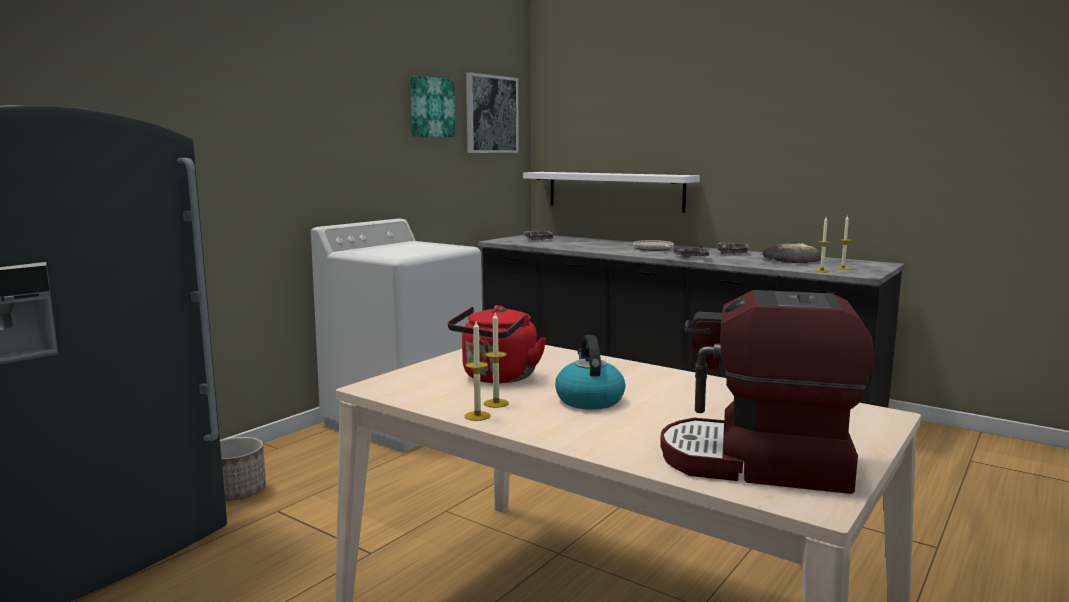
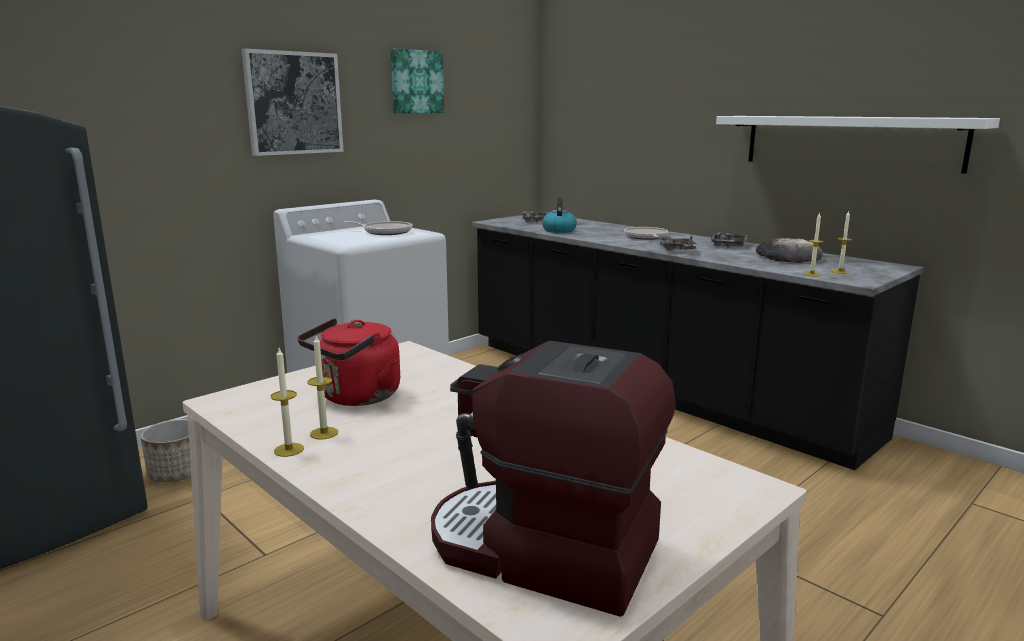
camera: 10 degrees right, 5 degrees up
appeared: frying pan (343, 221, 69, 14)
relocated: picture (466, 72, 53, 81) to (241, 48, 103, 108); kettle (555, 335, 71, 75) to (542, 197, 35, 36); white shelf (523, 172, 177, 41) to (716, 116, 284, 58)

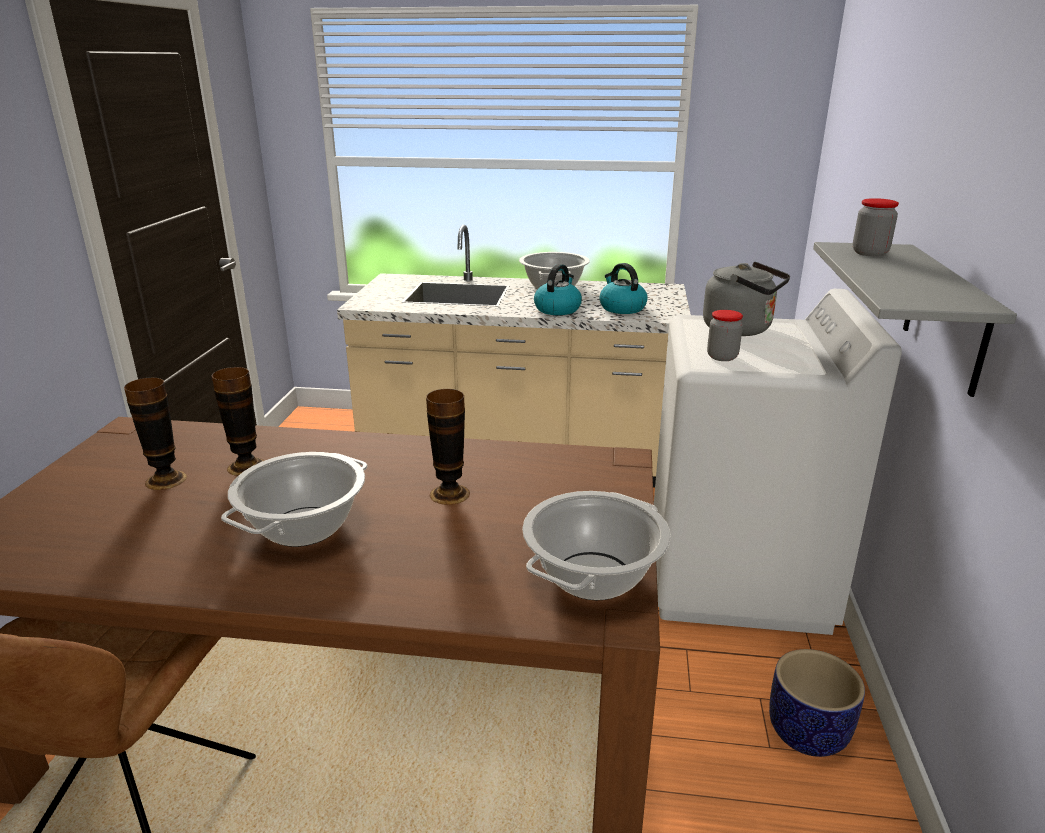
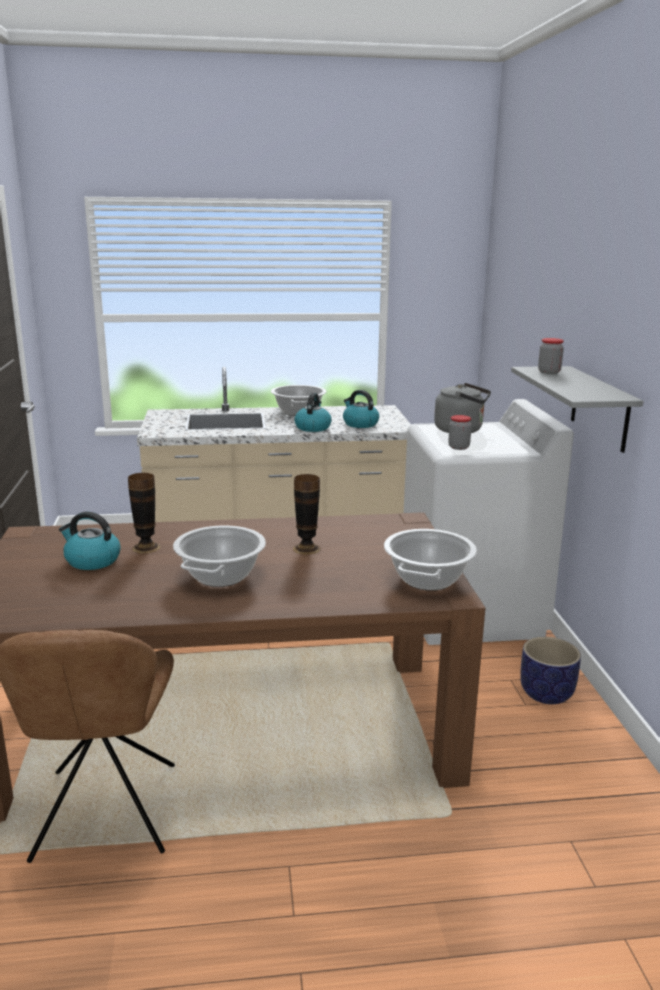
camera: 15 degrees left, 5 degrees down
exchanged: vase (124, 378, 63, 112) to kettle (59, 512, 62, 58)

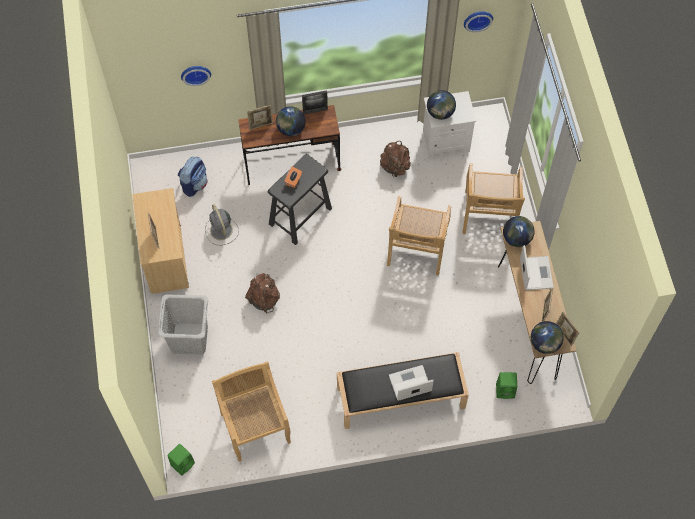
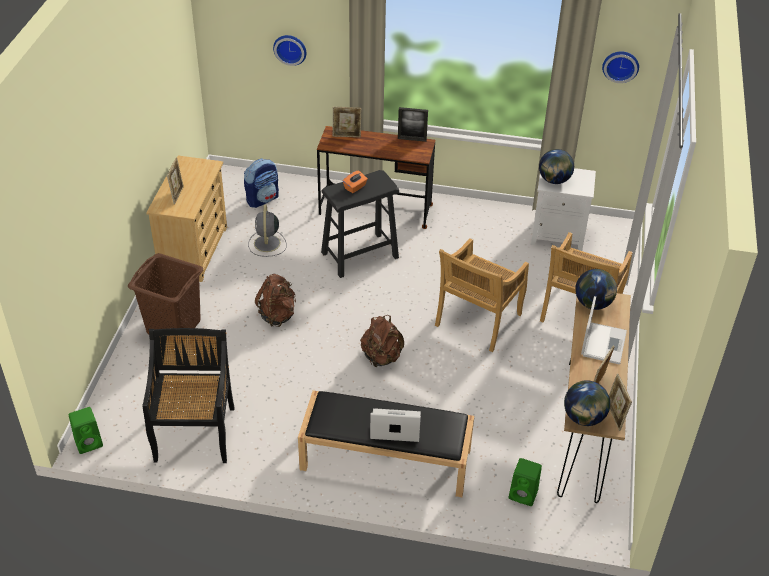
camera: 20 degrees right, 20 degrees down
missing: globe (276, 106, 30, 30)
relocated: brown backpack (380, 141, 31, 37) to (360, 315, 44, 52)
colour: grey laundry basket (158, 294, 50, 61) to brown laundry basket (128, 253, 75, 82); beige chair (212, 361, 79, 101) to black chair (142, 328, 93, 135)

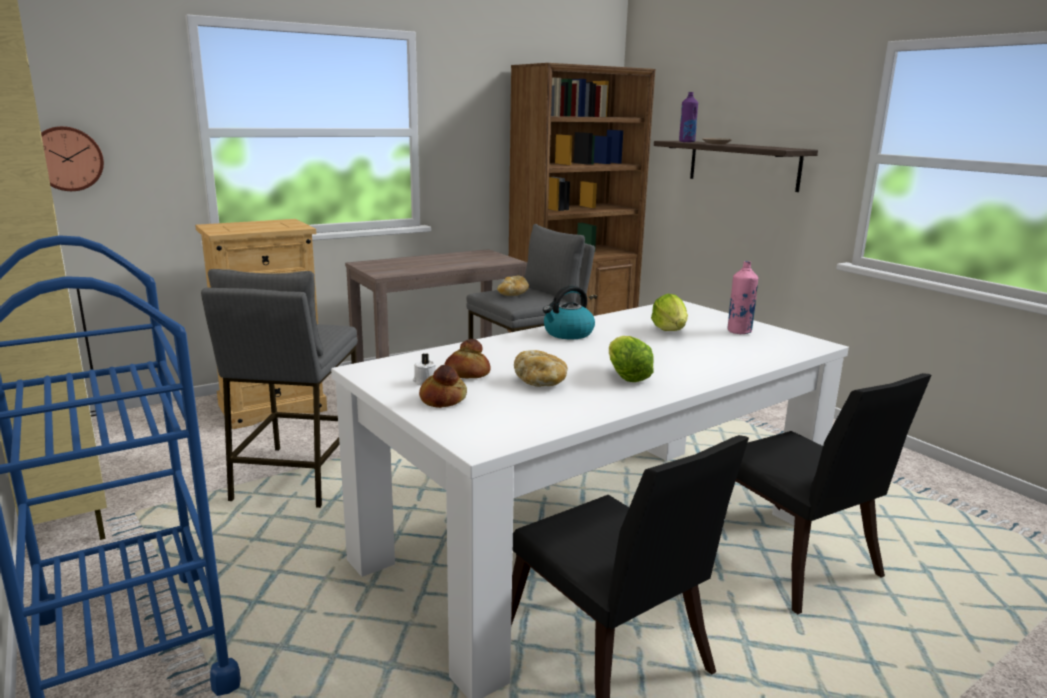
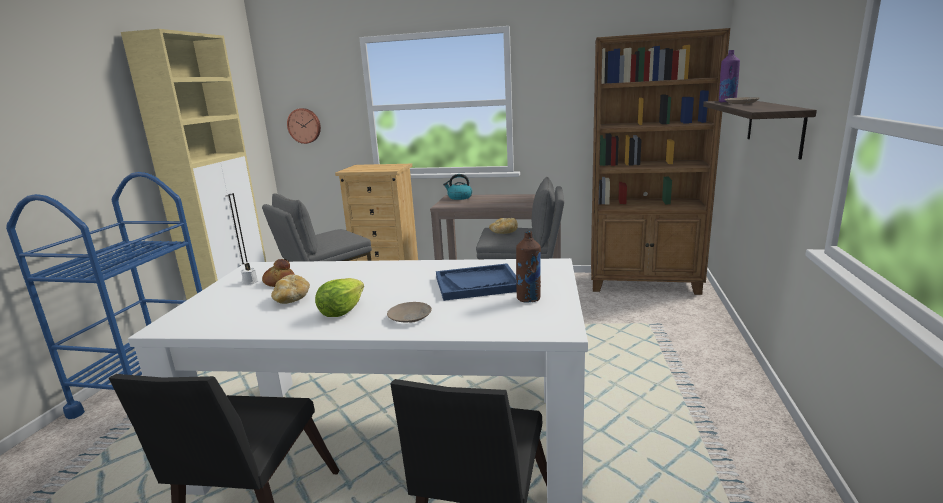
camera: 45 degrees right, 0 degrees up
missing: bread (419, 365, 48, 43)
appeared: beige plate (387, 302, 45, 20)
relocated: kettle (543, 286, 52, 53) to (443, 174, 29, 26)
exchanged: lettuce (651, 294, 37, 37) to blue tray (436, 263, 81, 38)
colour: pink bottle (728, 261, 30, 73) to brown bottle (516, 231, 25, 72)

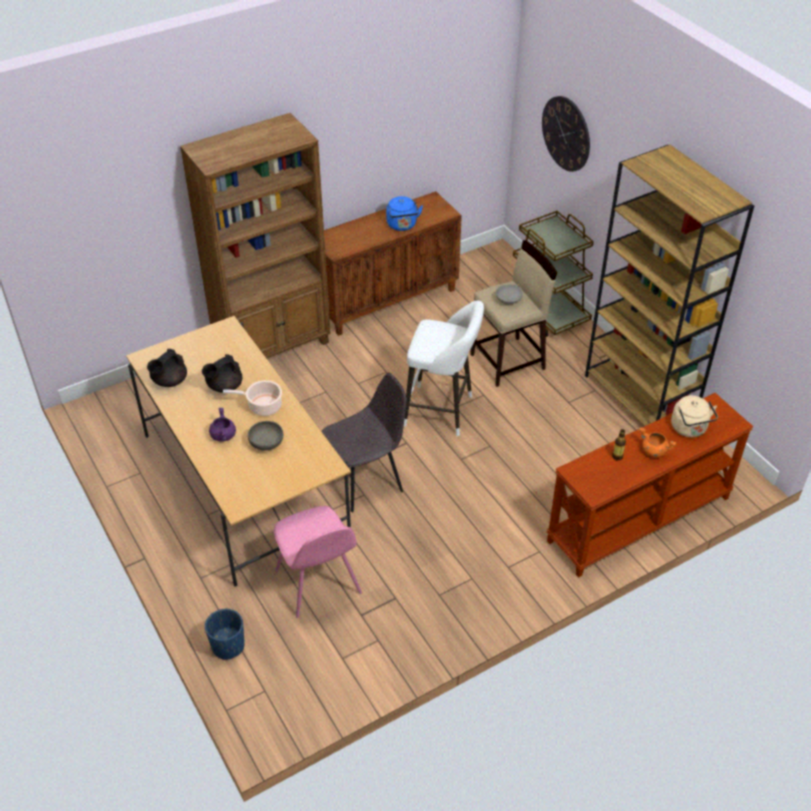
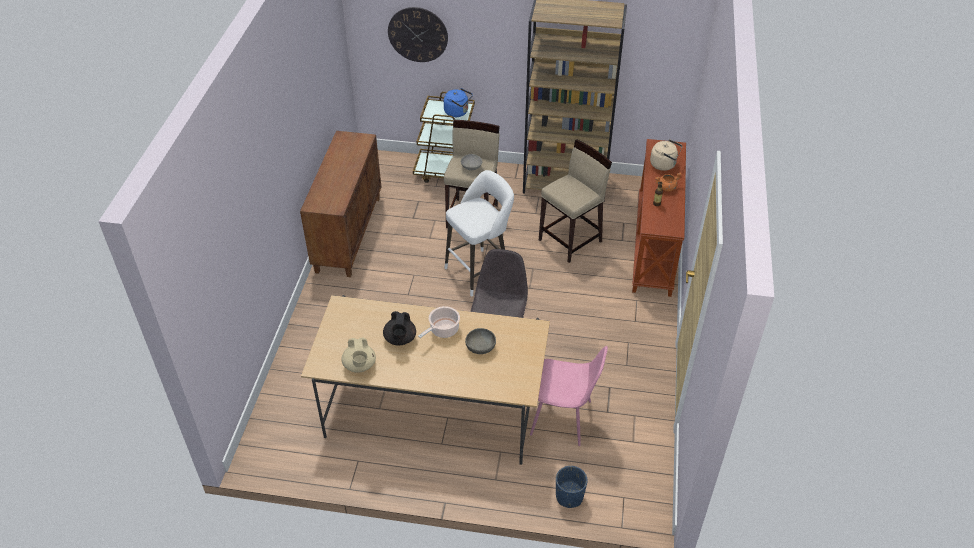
camera: 50 degrees left, 0 degrees up
missing: brown bookcase (180, 113, 151, 245); purple cooking pot (209, 408, 27, 34)
appeared: beige stool (539, 140, 73, 123)
relocated: blue kettle (386, 196, 37, 35) to (444, 88, 29, 29)
colour: black teapot (147, 349, 40, 38) to beige teapot (341, 337, 35, 36)

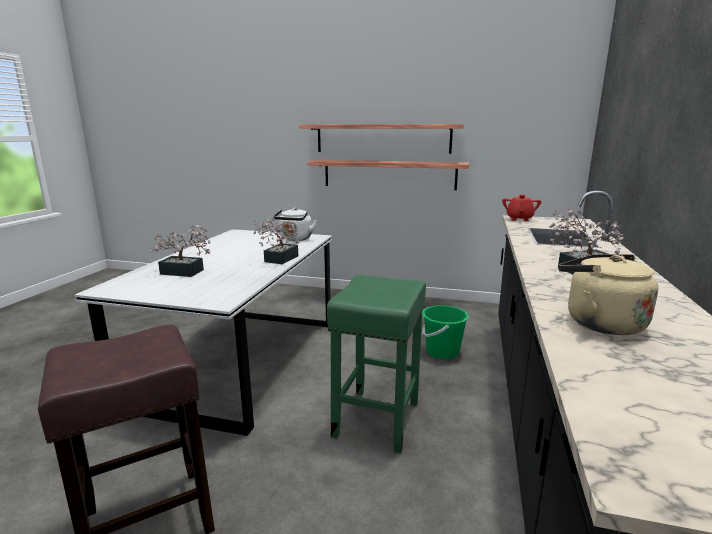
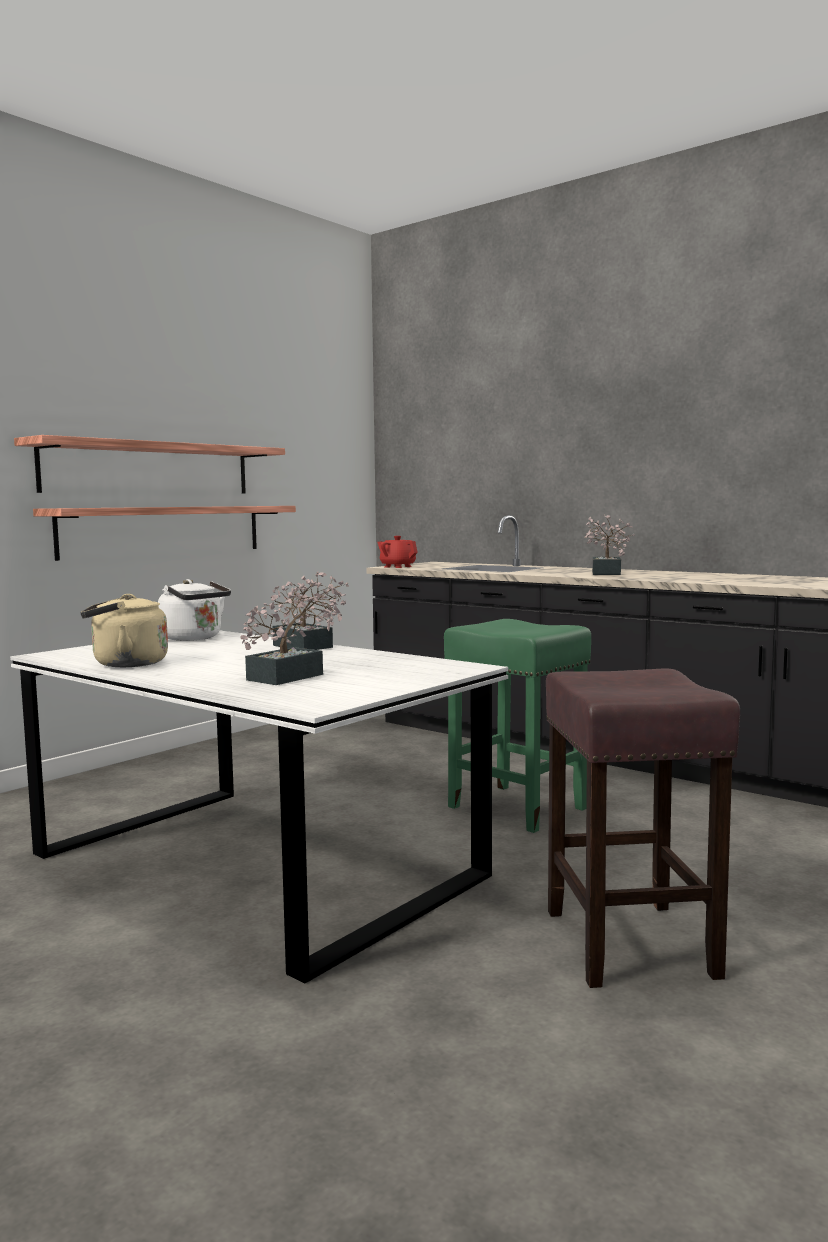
camera: 65 degrees left, 10 degrees down
missing: green bucket (422, 305, 47, 54)
relocated: beige kettle (559, 254, 99, 81) to (80, 594, 88, 73)

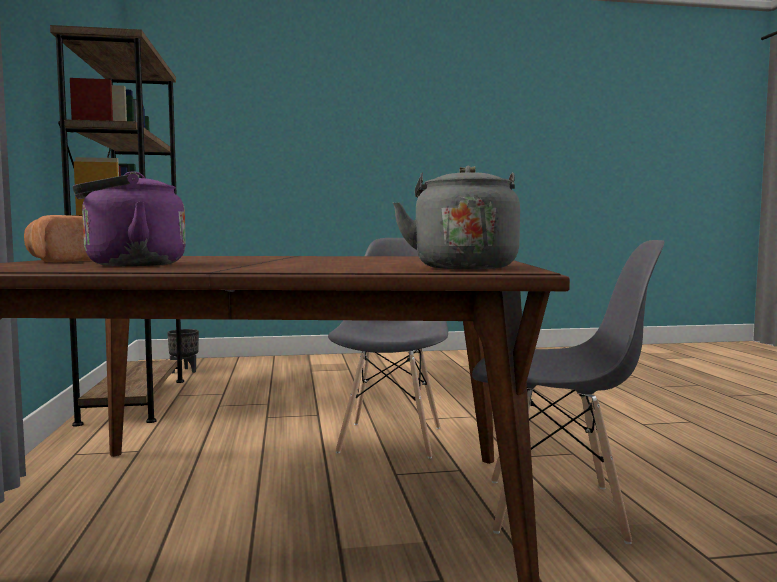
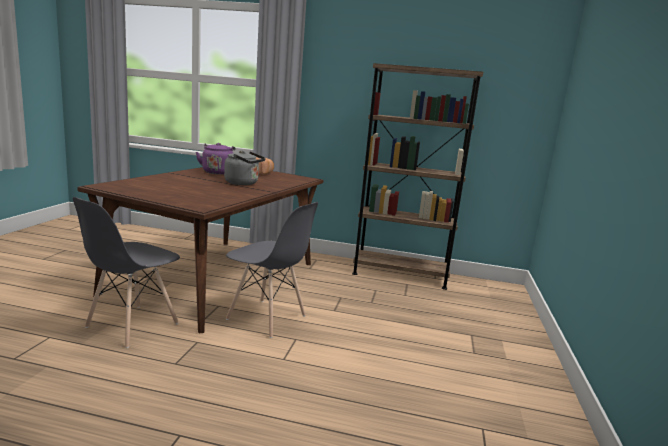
camera: 110 degrees right, 10 degrees up
missing: black planter (167, 329, 32, 45)
relocated: grey kettle (392, 166, 128, 103) to (224, 151, 42, 34)

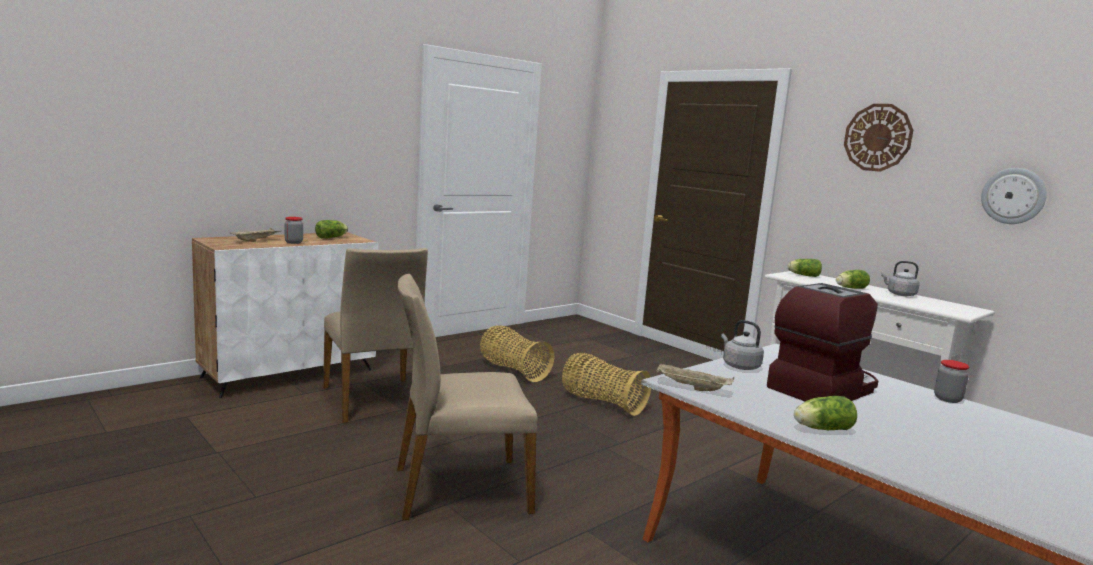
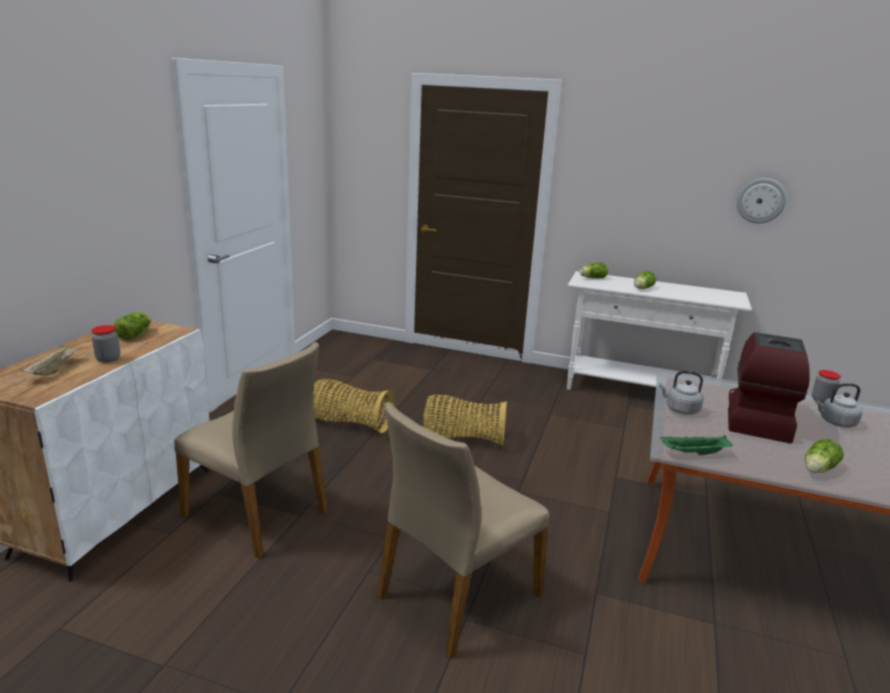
camera: 30 degrees left, 10 degrees up
missing: wall clock (844, 104, 69, 68)
relocated: grey kettle (881, 261, 39, 35) to (815, 383, 48, 45)
colour: beige tray (657, 363, 77, 28) to green tray (660, 436, 72, 19)

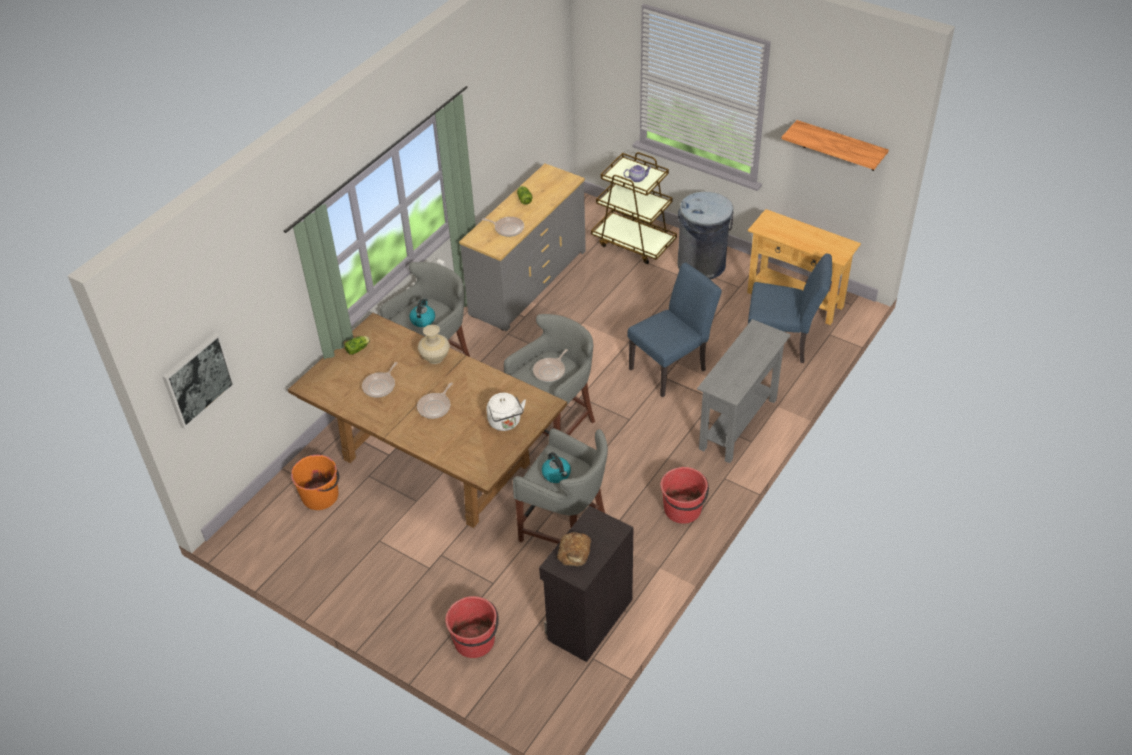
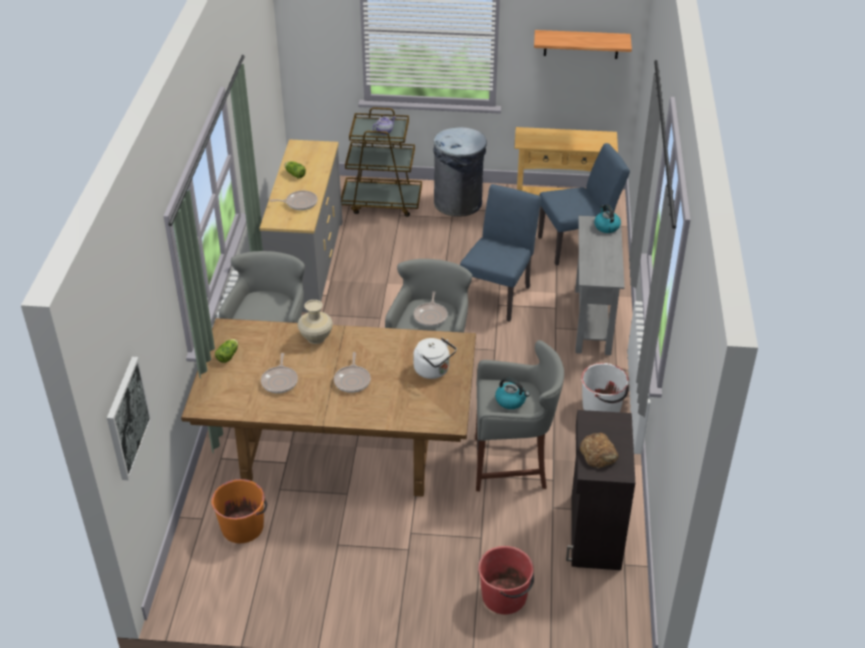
camera: 30 degrees left, 5 degrees down
relocated: kettle (409, 298, 26, 29) to (594, 204, 27, 29)
colour: red bucket (661, 467, 48, 57) to white bucket (581, 363, 48, 49)

